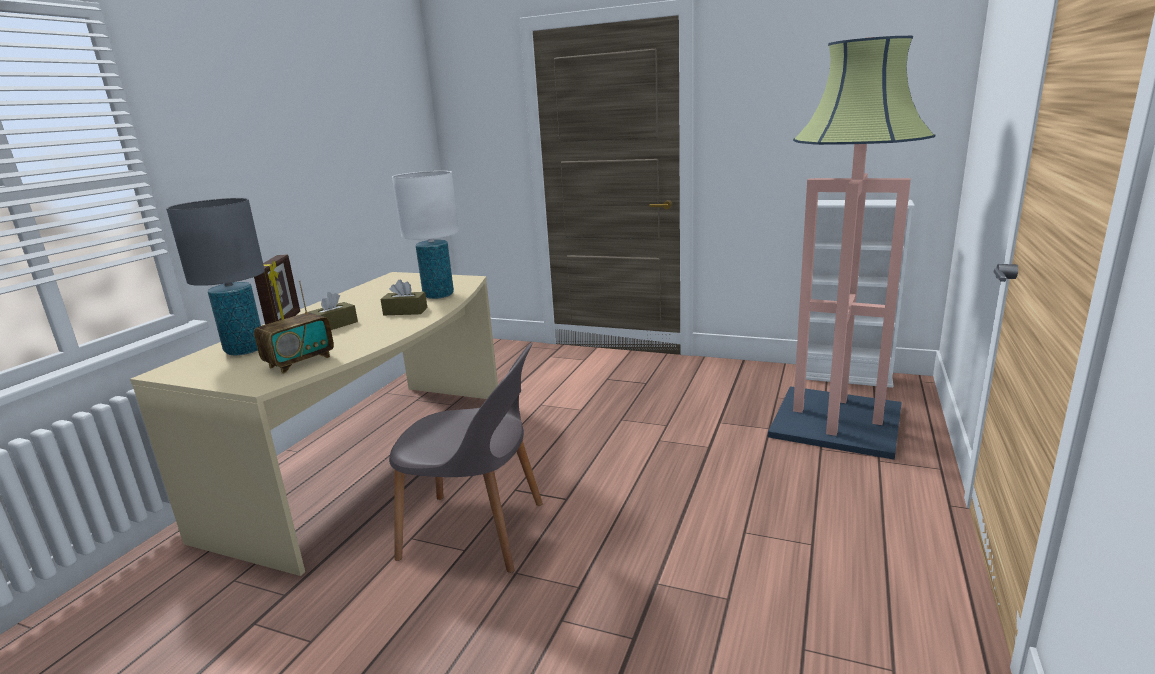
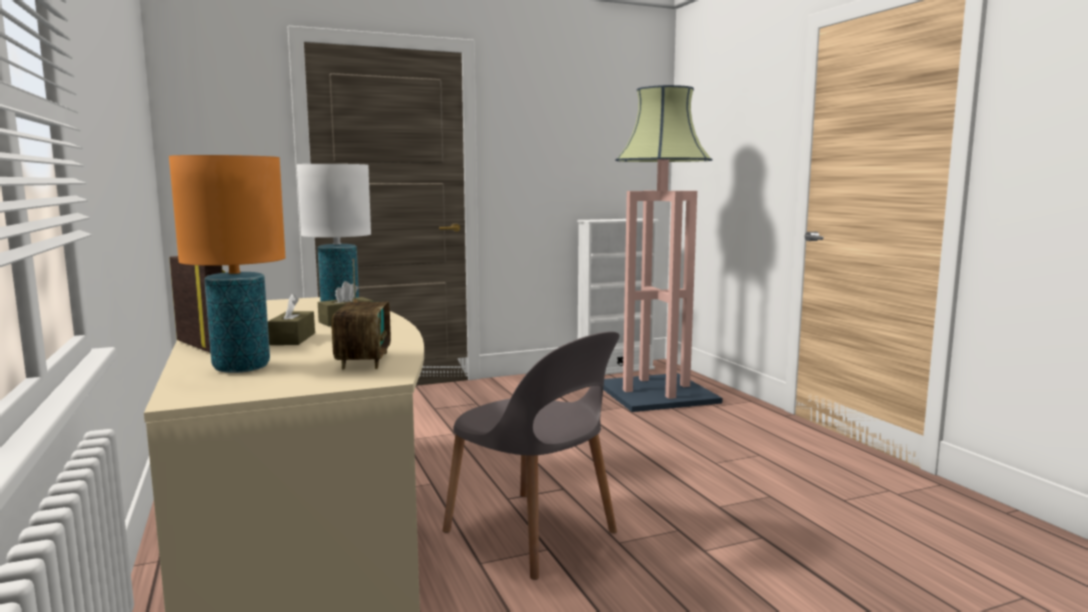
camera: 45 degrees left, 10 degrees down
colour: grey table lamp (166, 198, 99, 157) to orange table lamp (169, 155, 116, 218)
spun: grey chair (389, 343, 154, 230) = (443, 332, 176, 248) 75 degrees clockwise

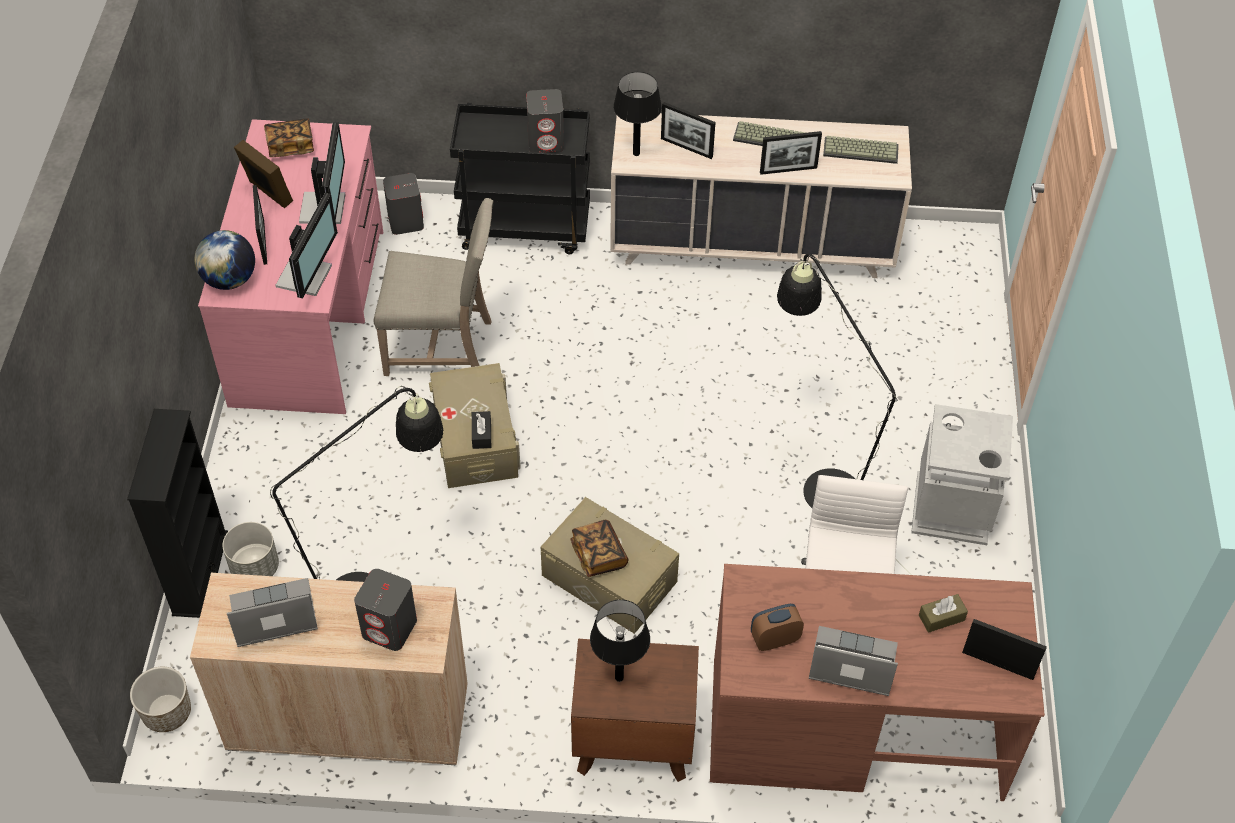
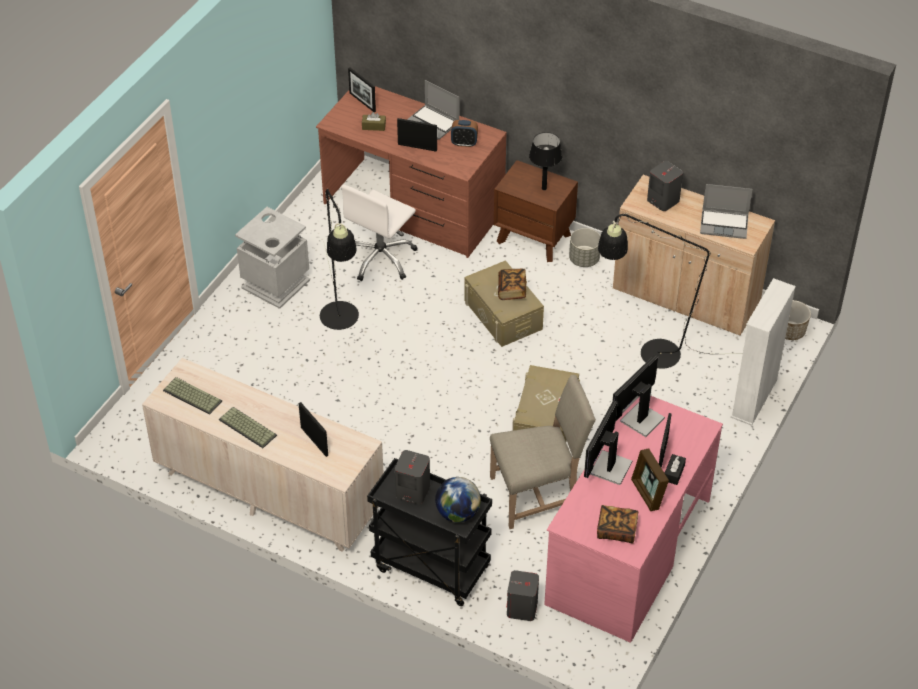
camera: 155 degrees left, 5 degrees down
missing: black table lamp (613, 72, 49, 84)
relocated: picture frame (760, 131, 62, 44) to (397, 118, 40, 34); globe (194, 230, 61, 60) to (435, 477, 46, 45); grey planter (222, 522, 57, 54) to (569, 228, 31, 39); black tissue box (472, 411, 19, 38) to (665, 454, 21, 31)
colour: black bookcase (127, 409, 101, 209) to white bookcase (730, 278, 66, 148)
spun: beige chair (373, 198, 120, 178) = (490, 375, 106, 154) 135 degrees clockwise

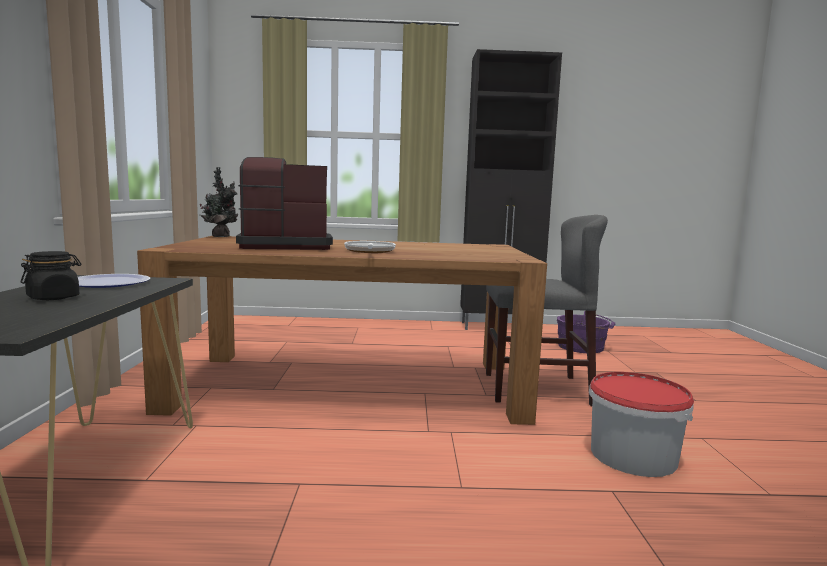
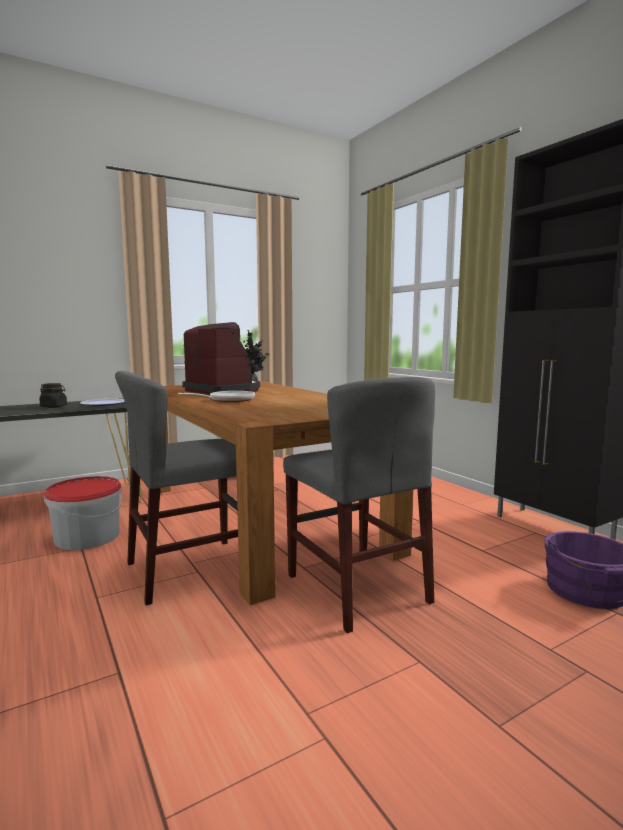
camera: 60 degrees right, 0 degrees up
appeared: grey chair (115, 371, 123, 234)
relocated: bucket (589, 372, 105, 105) to (44, 476, 78, 74)

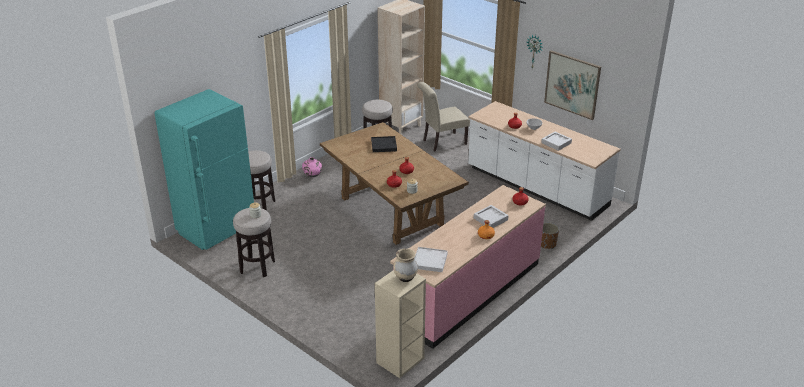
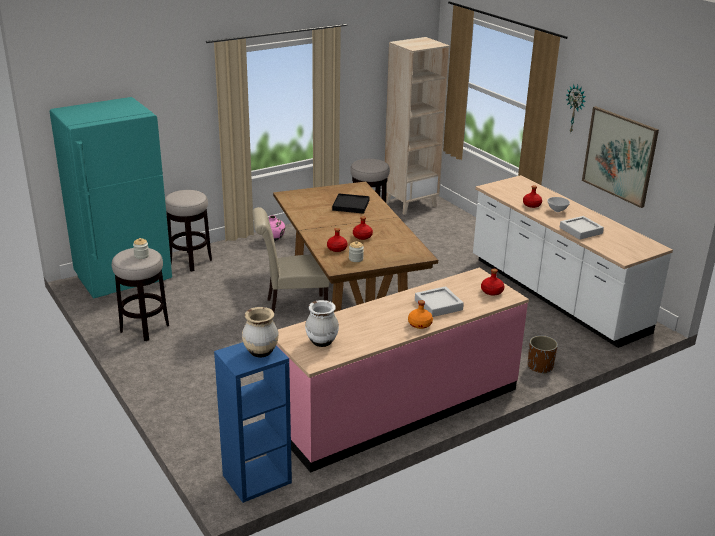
camera: 15 degrees right, 5 degrees down
relocated: beige chair (417, 82, 53, 70) to (252, 207, 78, 105)
exchanged: white tray (415, 247, 33, 25) to white vase (305, 300, 34, 47)
colour: beige bookcase (375, 270, 51, 108) to blue bookcase (214, 342, 78, 161)

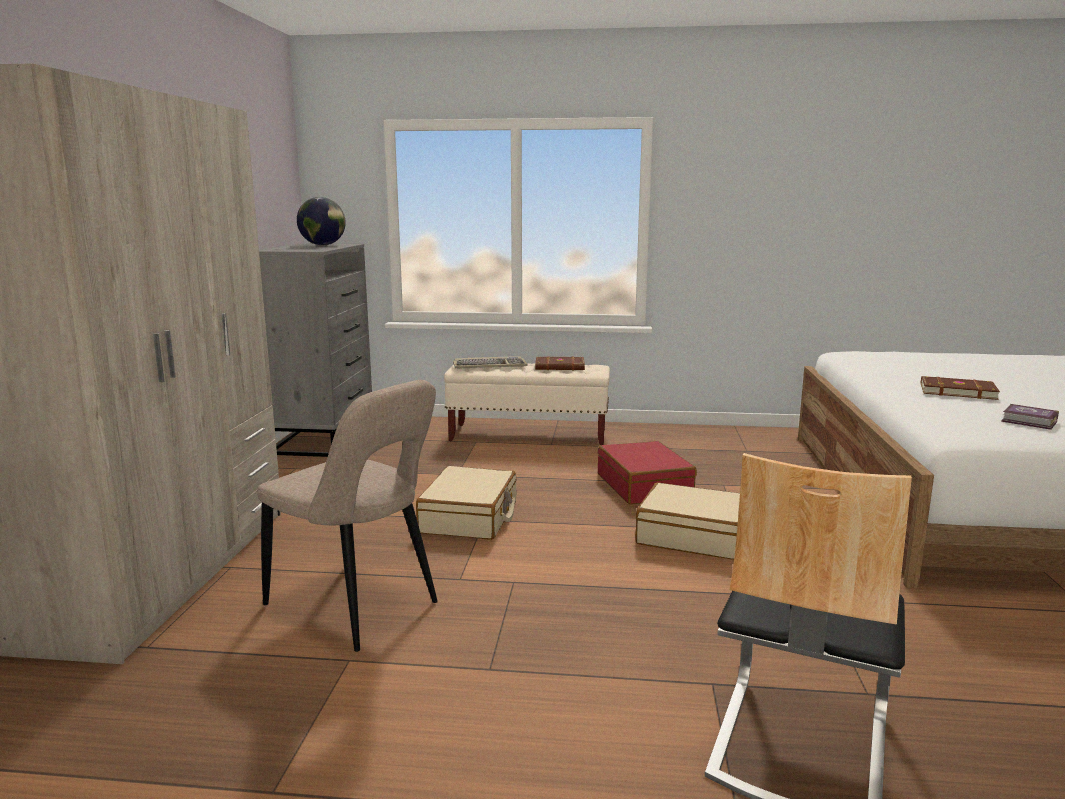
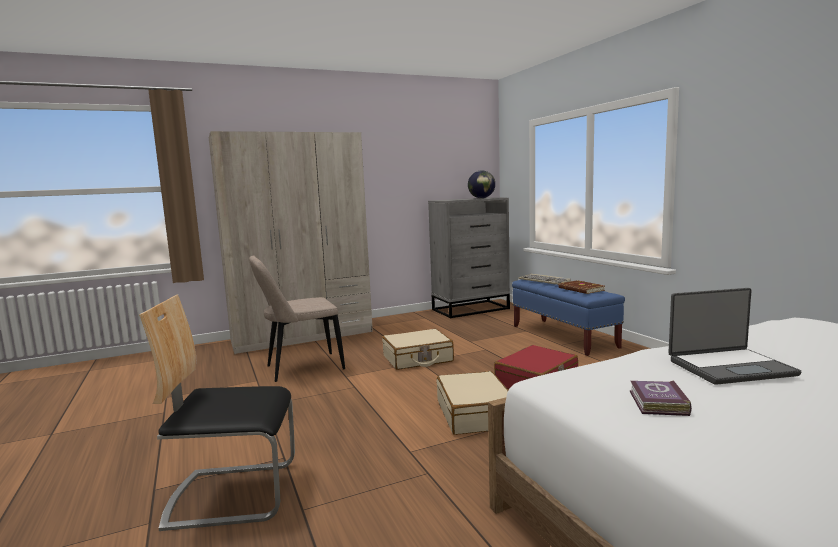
camera: 60 degrees right, 5 degrees down
exchanged: brown book (920, 376, 80, 24) to laptop (668, 288, 134, 97)
colour: beige bench (444, 363, 166, 82) to blue bench (512, 280, 113, 76)
spun: beige chair (257, 380, 181, 272) = (249, 255, 96, 127) 60 degrees clockwise

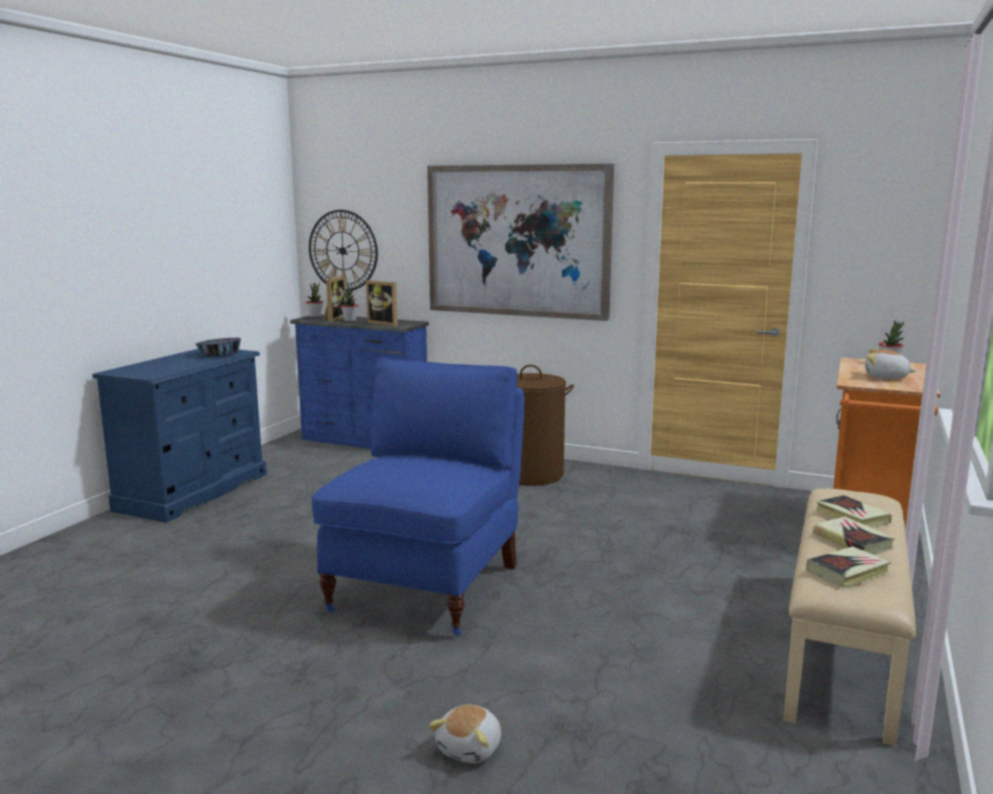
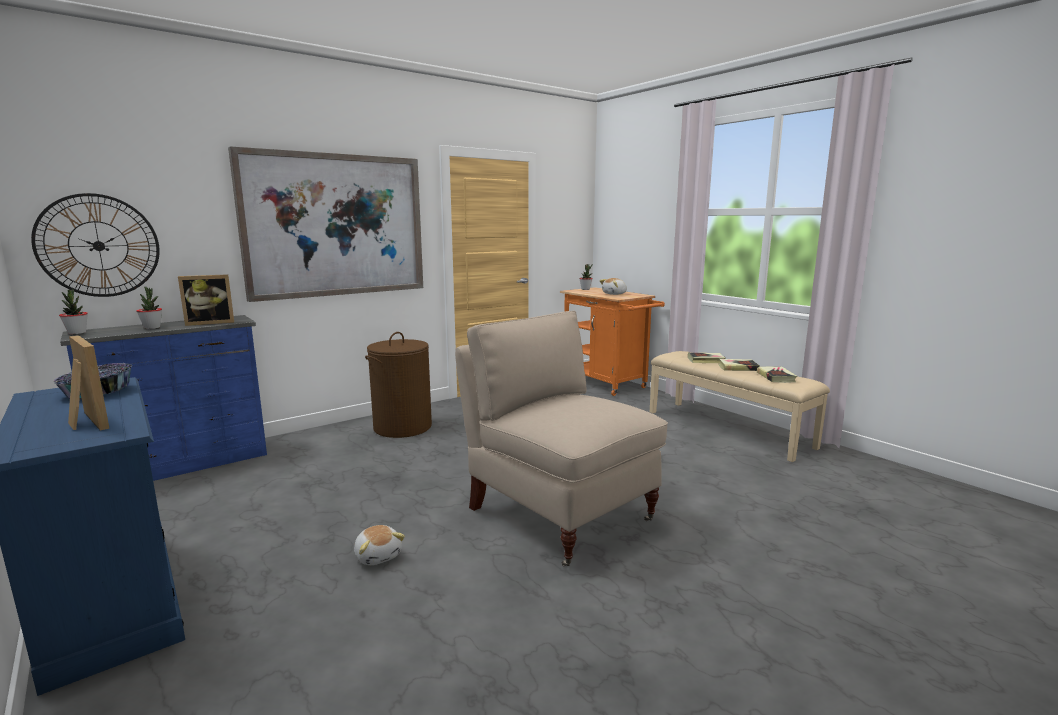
camera: 60 degrees left, 0 degrees up
relocated: picture frame (324, 276, 22, 46) to (68, 335, 41, 95); plush toy (429, 705, 72, 58) to (354, 525, 51, 40)
colour: blue chair (311, 358, 213, 277) to beige chair (455, 311, 213, 255)

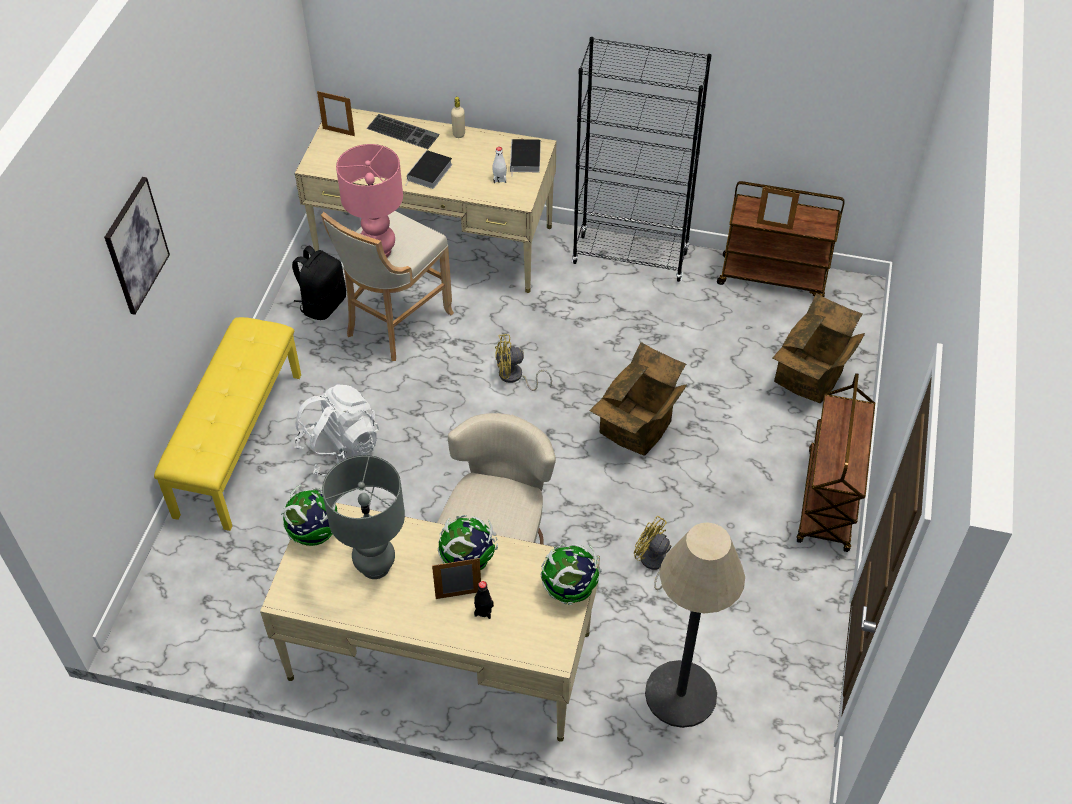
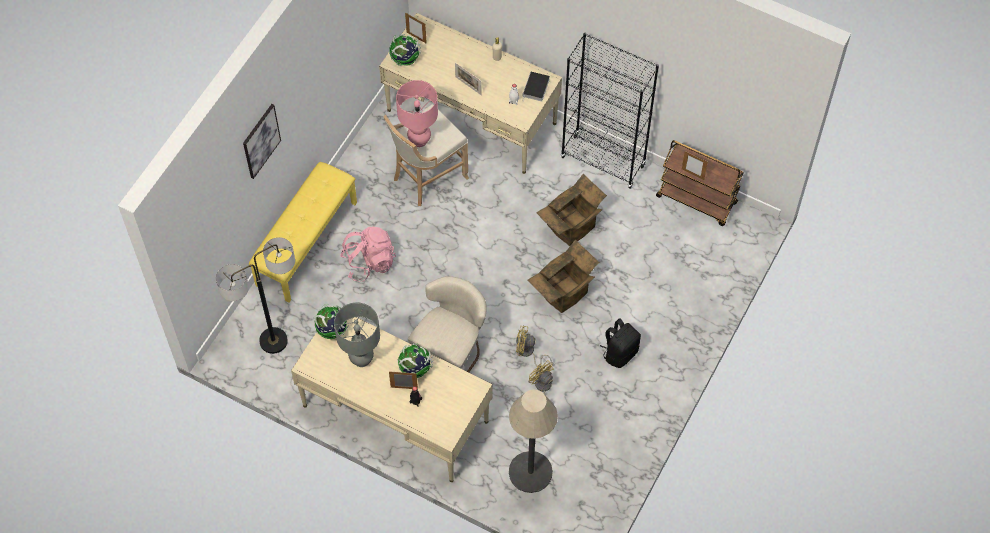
camera: 15 degrees right, 10 degrees up
missing: keyboard (366, 114, 74, 35); brown cart (796, 373, 79, 179)
appeared: floor lamp (216, 237, 79, 117)
relocated: globe (541, 544, 61, 61) to (389, 34, 32, 32); yellow fan (495, 334, 57, 57) to (516, 325, 36, 41); cardboard box (773, 293, 92, 110) to (537, 174, 70, 72); black backpack (292, 246, 54, 74) to (600, 318, 41, 50)
exchanged: book (405, 150, 47, 39) to picture frame (455, 63, 27, 32)
colour: white backpack (294, 384, 85, 92) to pink backpack (341, 227, 55, 55)

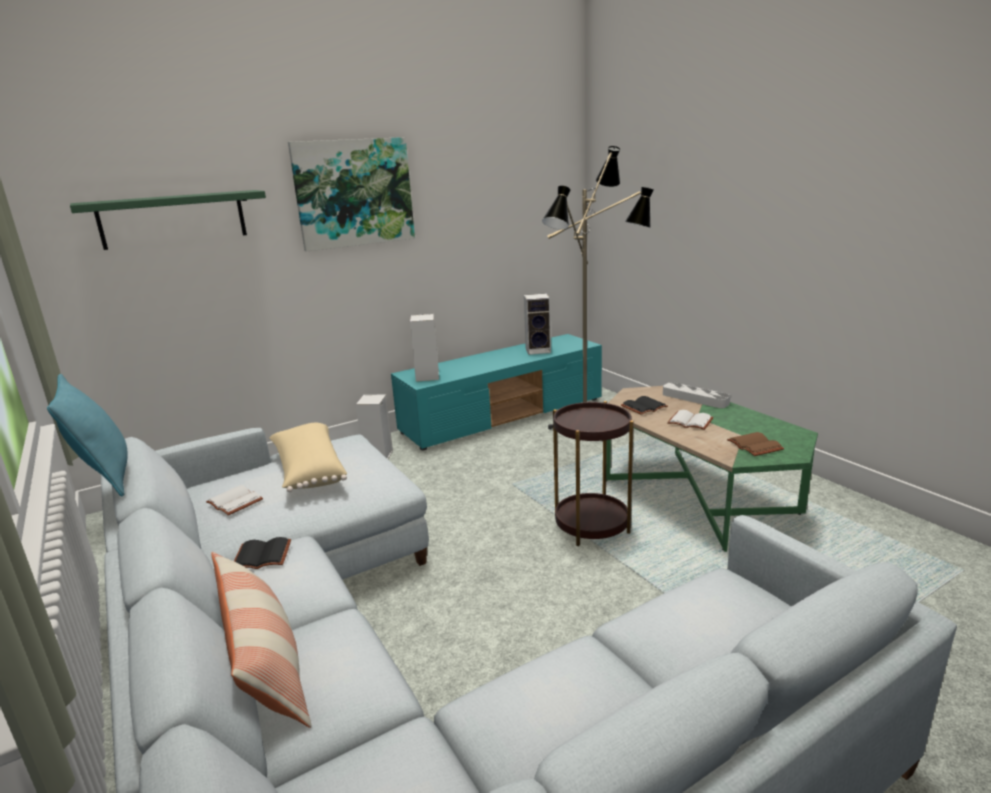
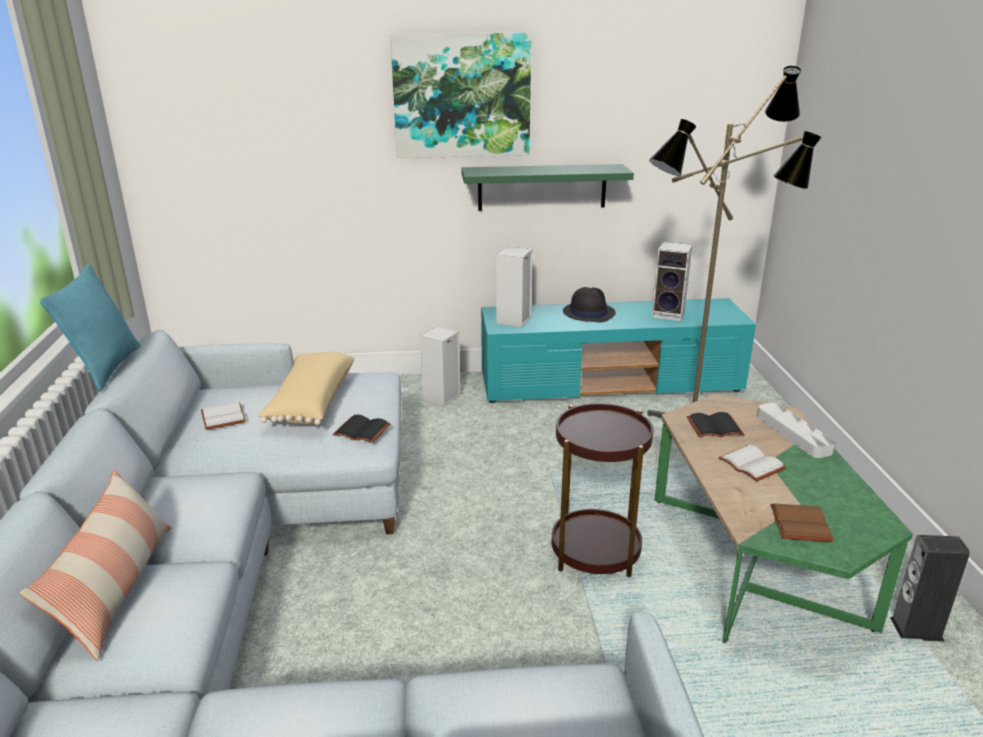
camera: 25 degrees right, 5 degrees up
appeared: black hat (563, 287, 53, 35); speaker (890, 535, 80, 107)
relocated: black book (234, 537, 57, 32) to (333, 415, 58, 28); green shelf (70, 190, 196, 60) to (461, 164, 173, 47)

